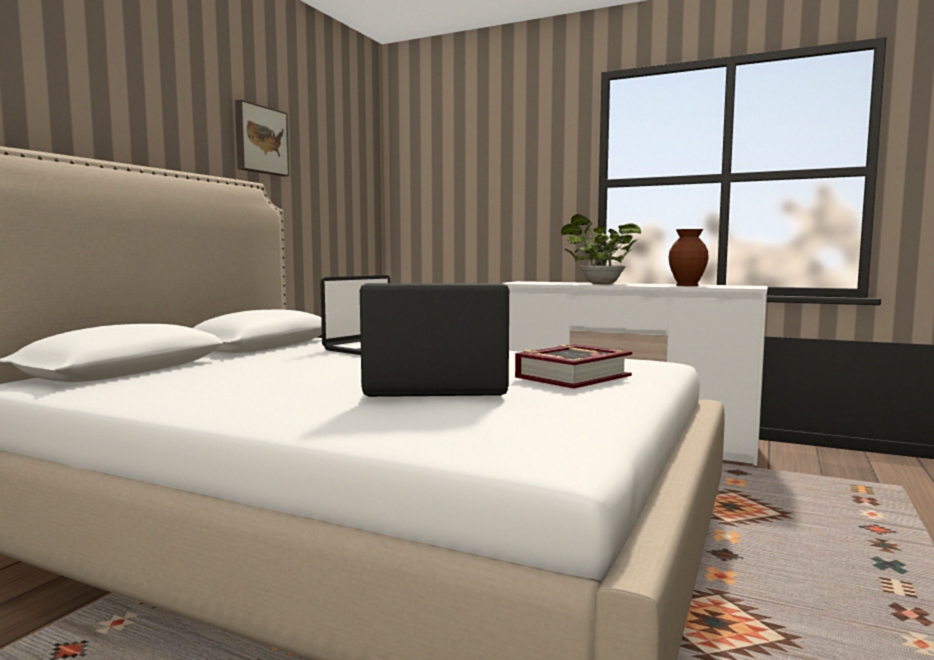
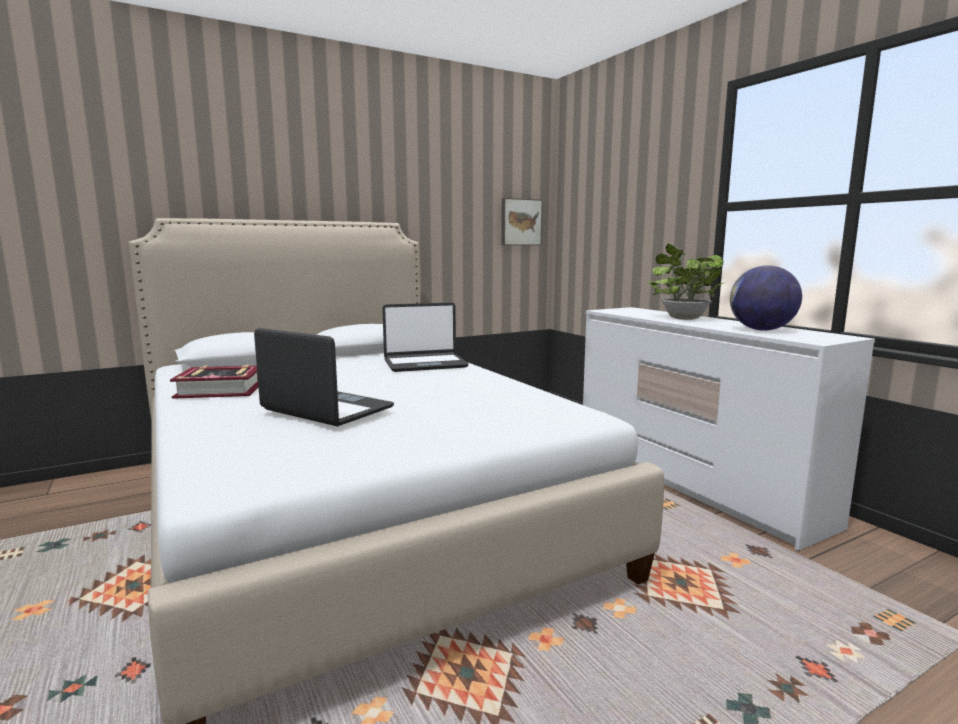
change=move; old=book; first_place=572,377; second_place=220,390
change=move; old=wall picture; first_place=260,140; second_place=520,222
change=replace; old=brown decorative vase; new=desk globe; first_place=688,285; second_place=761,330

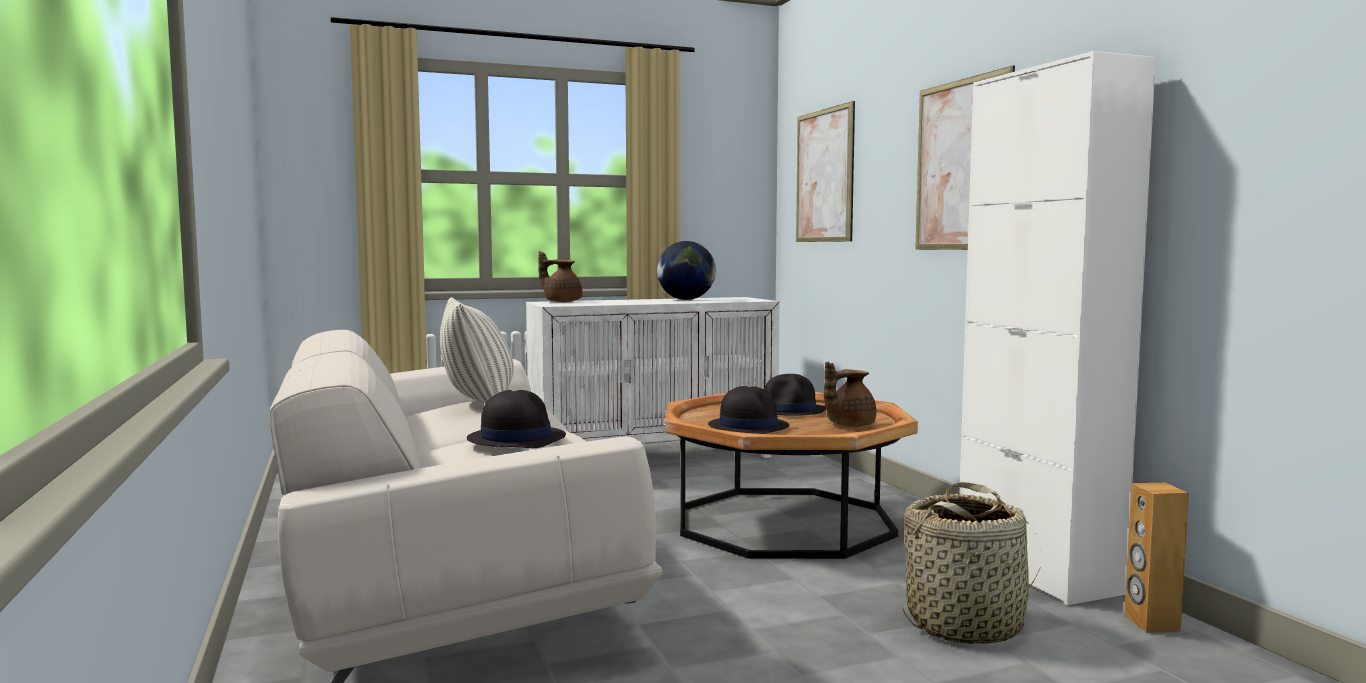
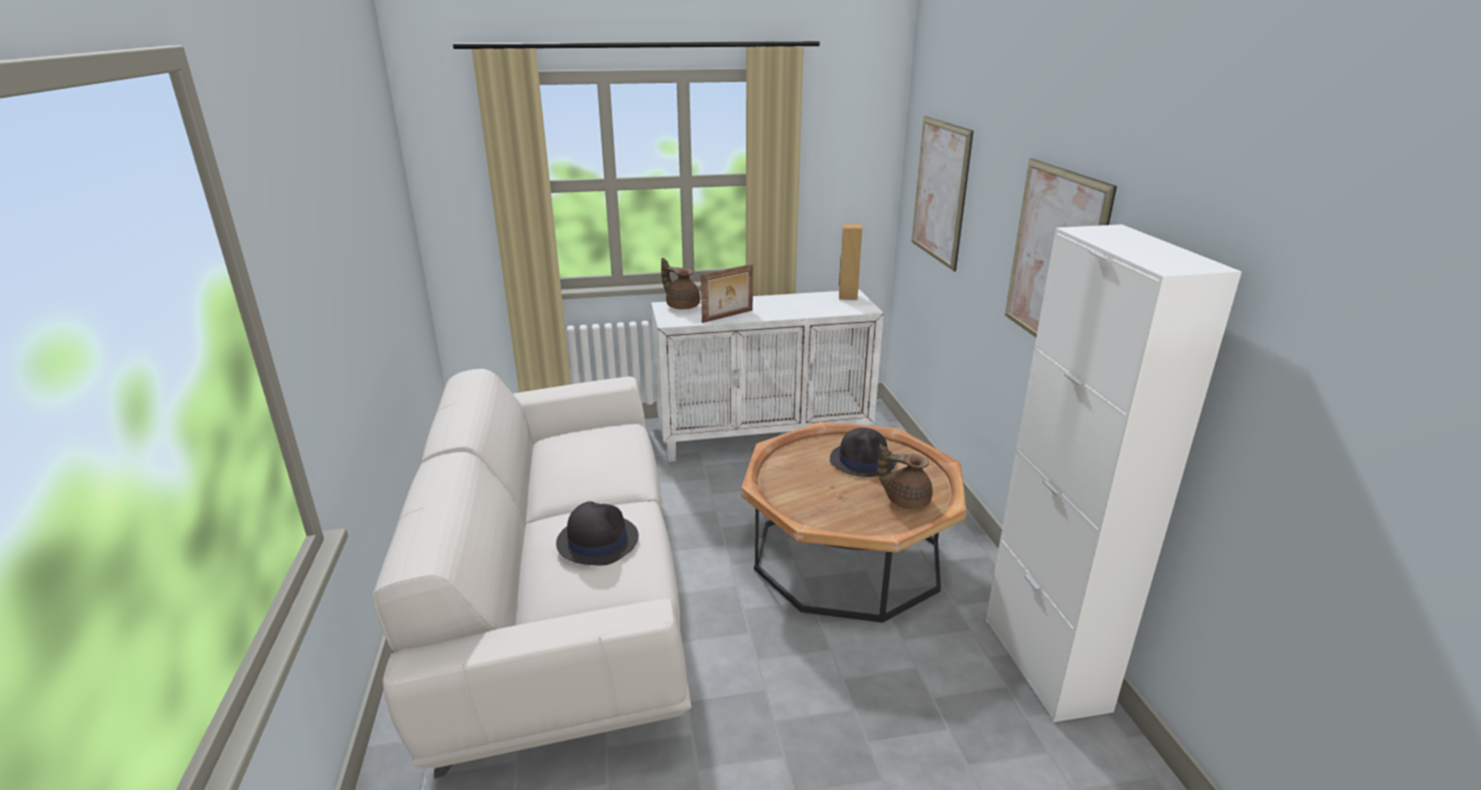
change=insert; new=picture frame; second_place=728,316
change=move; old=brown audio speaker; first_place=1151,623; second_place=847,296
change=rotate; old=brown tea pot; first_place=848,425; second_place=905,500; degrees=45
change=delete; old=pillow; first_place=478,404
change=delete; old=desk globe; first_place=686,299
change=delete; old=black wearable hat; first_place=748,426
change=delete; old=basket; first_place=965,624

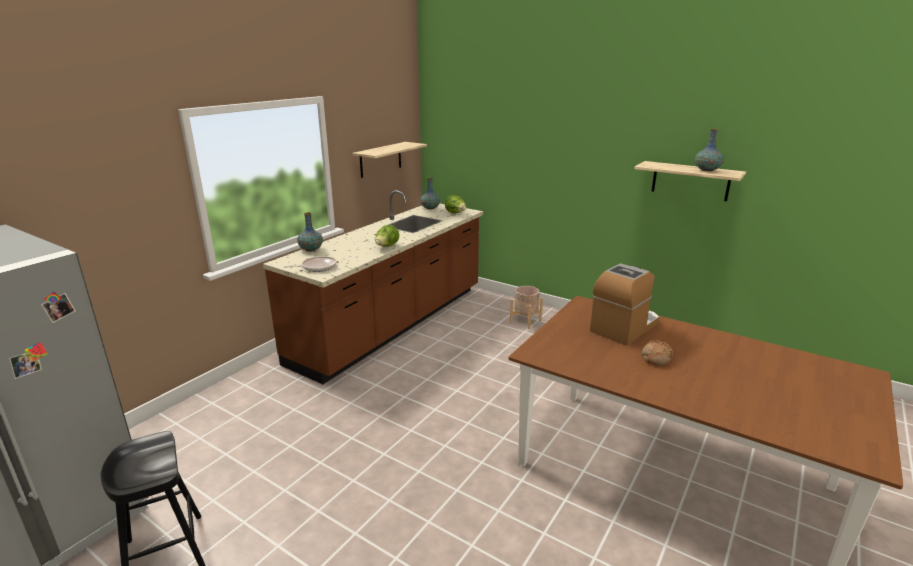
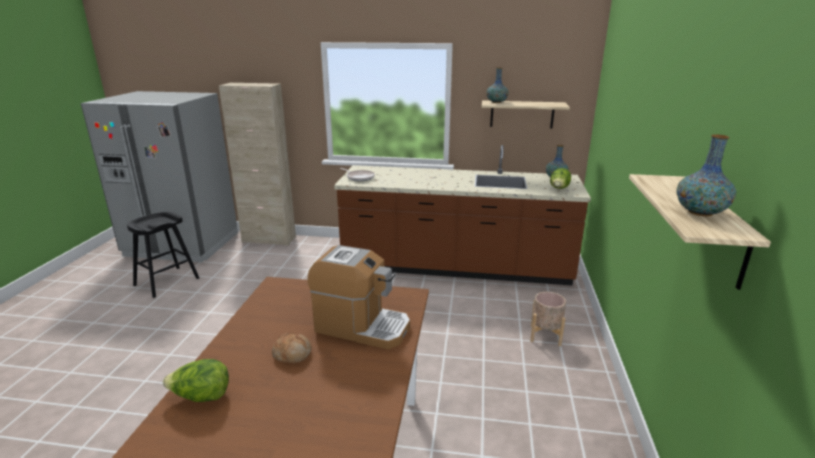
change=move; old=lettuce head; first_place=386,247; second_place=201,397
change=insert; new=beige-coloured storage cabinet; second_place=269,239
change=move; old=decorative vase; first_place=311,249; second_place=496,102

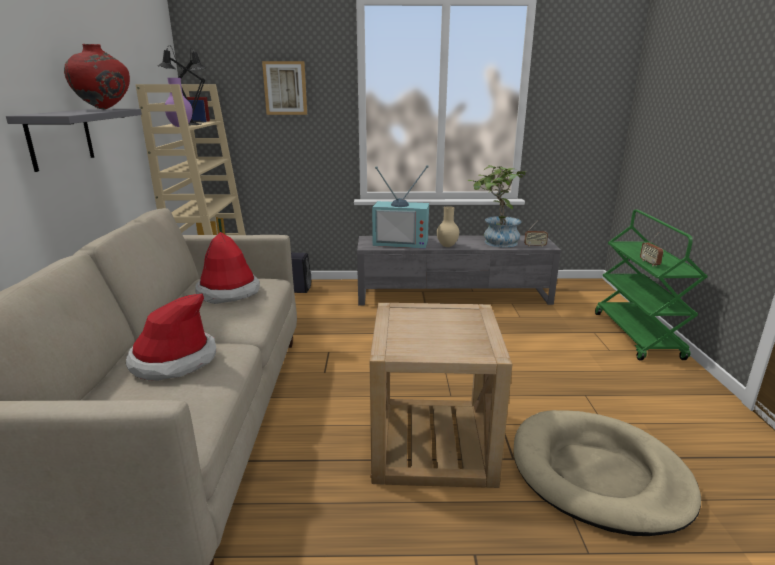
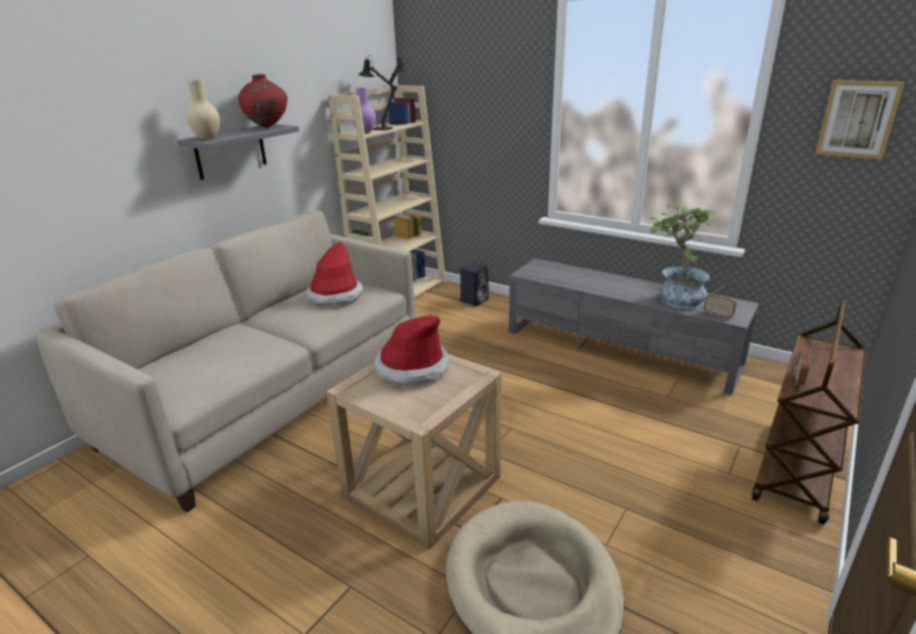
change=move; old=beige-coloured decorative vase; first_place=447,246; second_place=206,139
change=move; old=wearable hat; first_place=173,360; second_place=412,368
change=recolor; old=greenish trolley; new=brown trolley; first_place=637,336; second_place=797,470
change=move; old=wall picture; first_place=285,88; second_place=857,119
change=delete; old=television; first_place=402,242

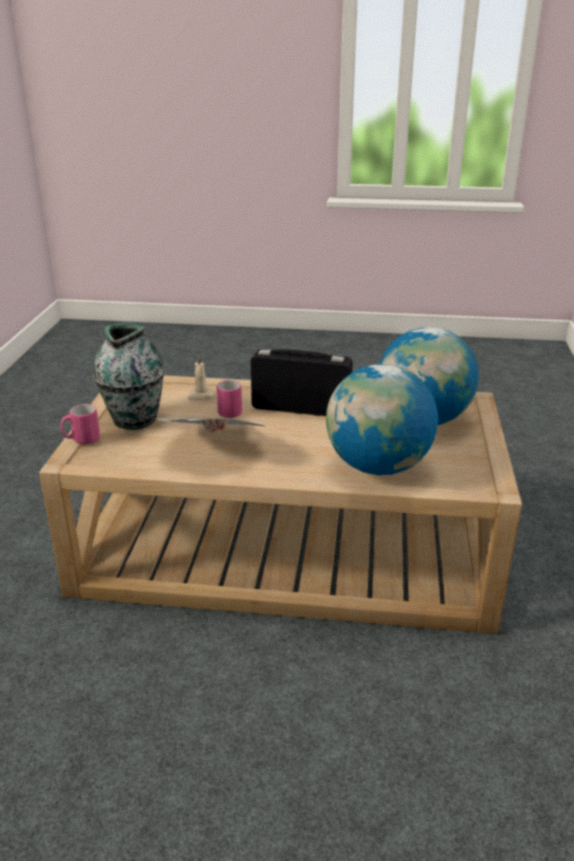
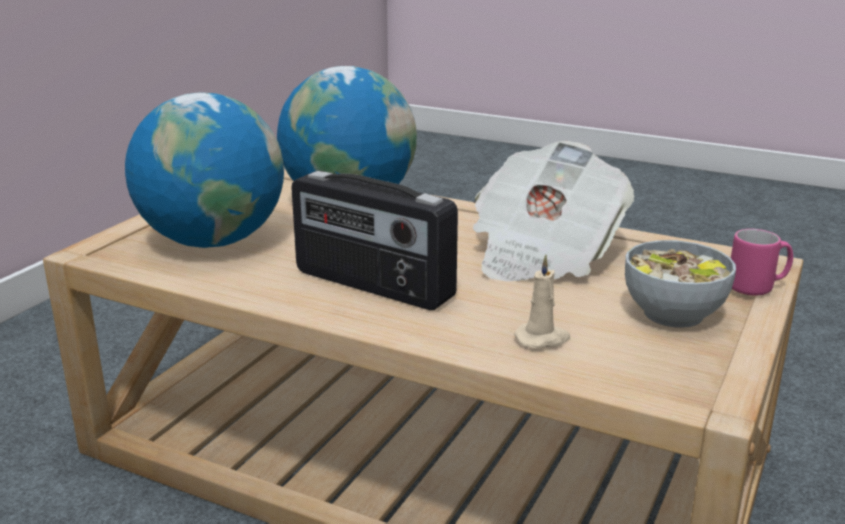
change=replace; old=decorative vase; new=bowl; first_place=135,419; second_place=673,313
change=delete; old=pink coffee mug; first_place=230,411

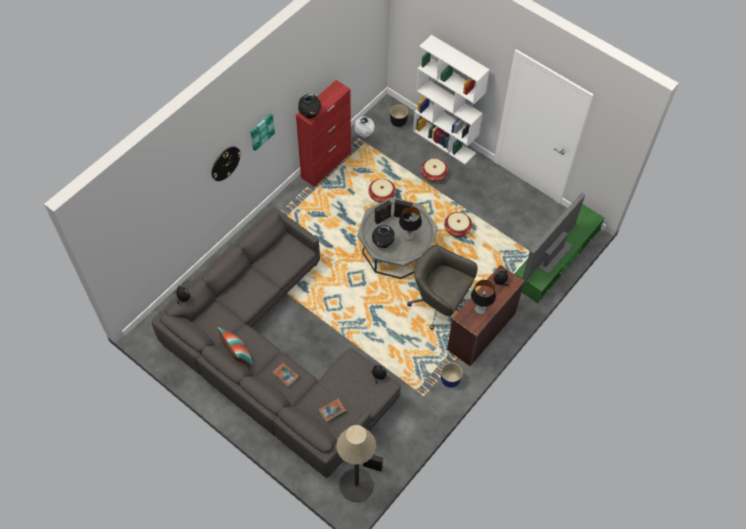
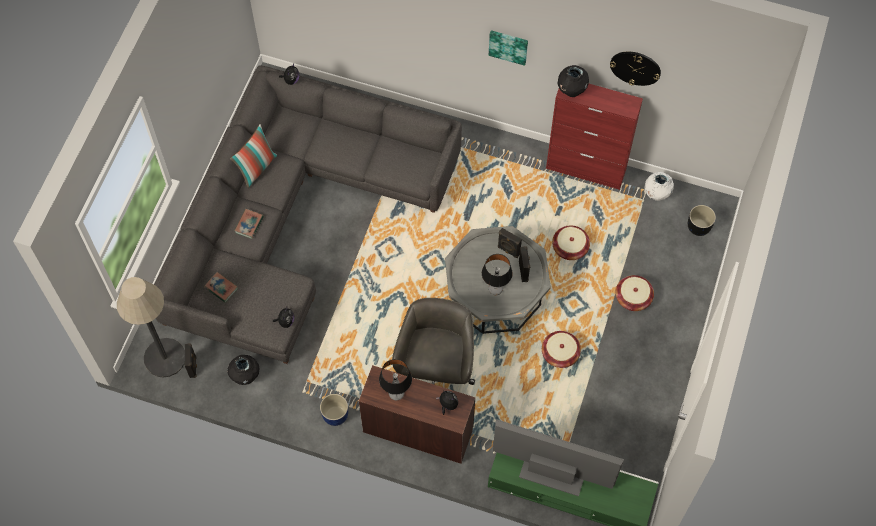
change=move; old=black decorative vase; first_place=383,243; second_place=245,376
change=move; old=hanging clock; first_place=225,163; second_place=635,67
change=delete; old=white bookshelf; first_place=444,142

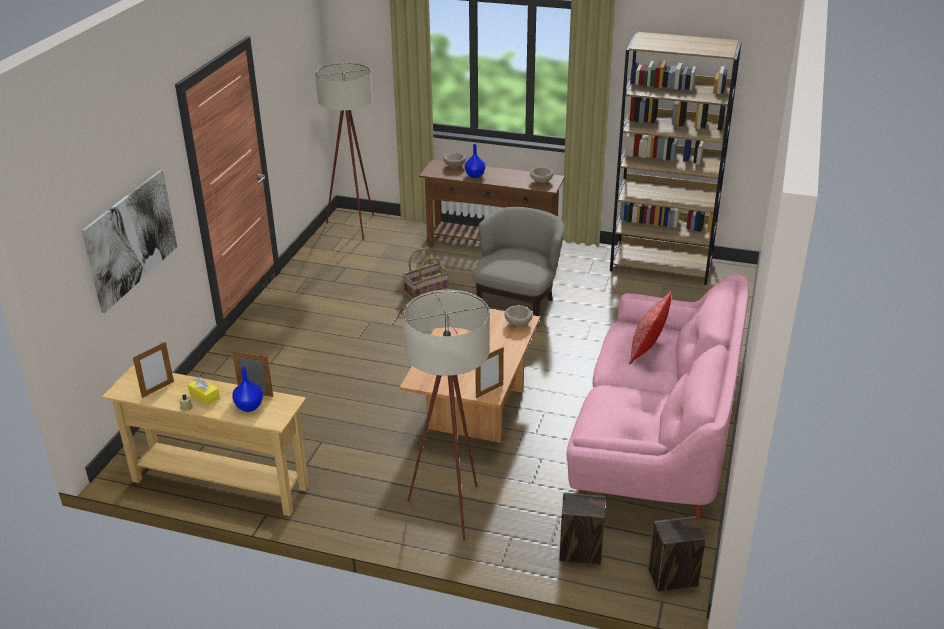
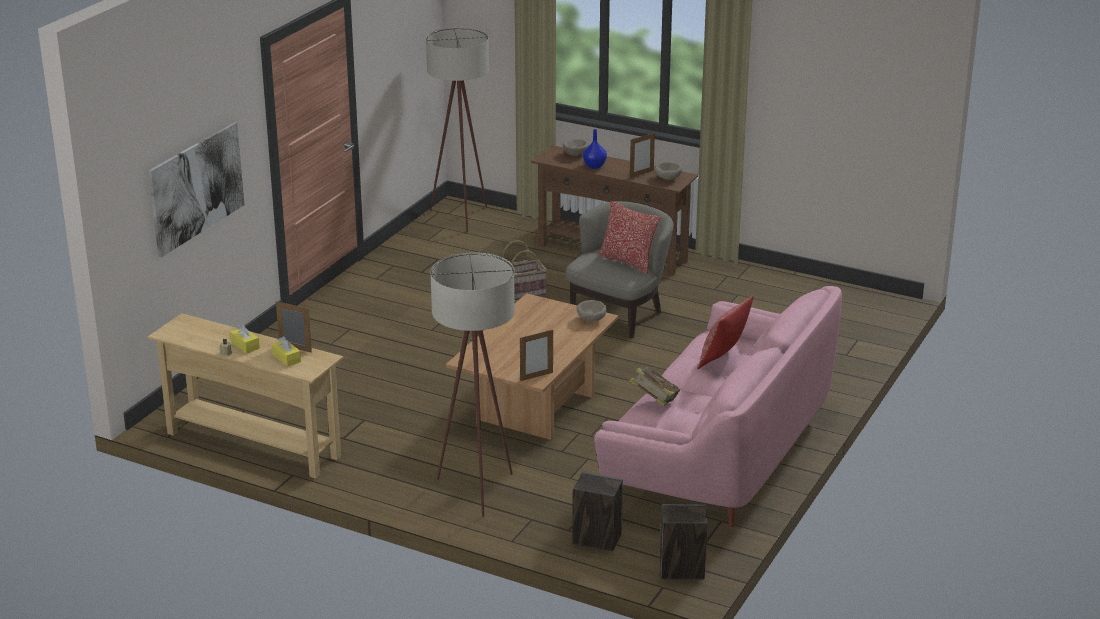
change=replace; old=blue-coloured decorative vase; new=yellow-coloured tissue holder; first_place=250,407; second_place=286,358
change=insert; new=pillow; second_place=628,262
change=insert; new=book; second_place=654,402
change=move; old=picture frame; first_place=158,389; second_place=641,174
change=delete; old=brown bookshelf; first_place=661,265

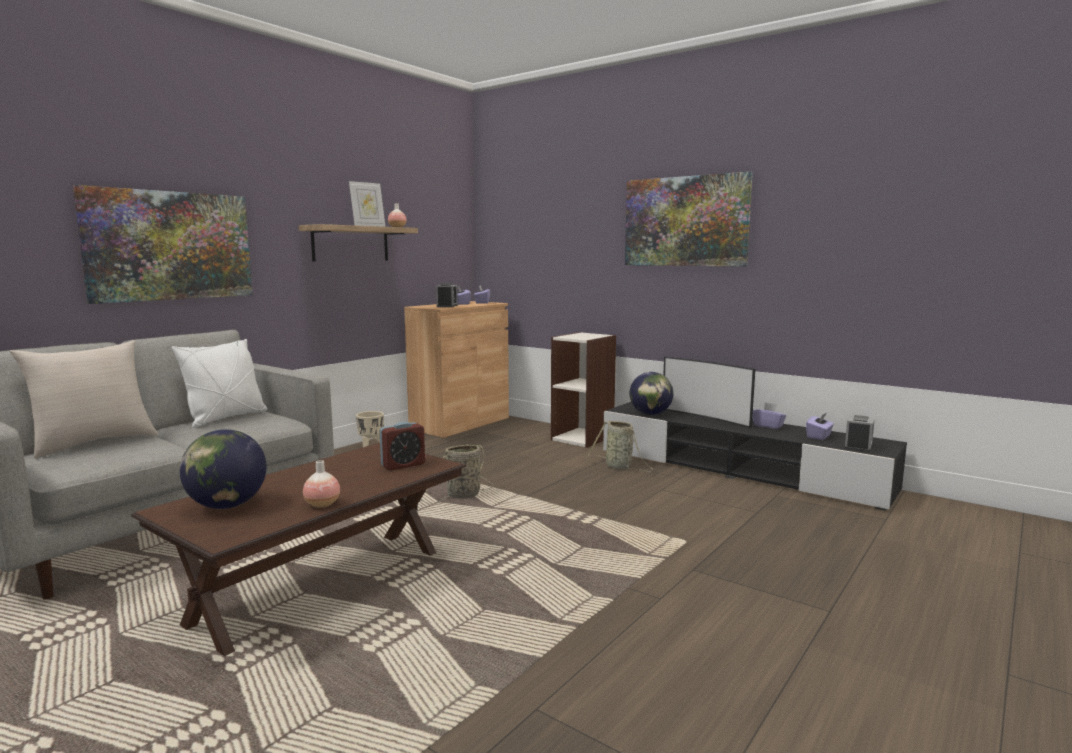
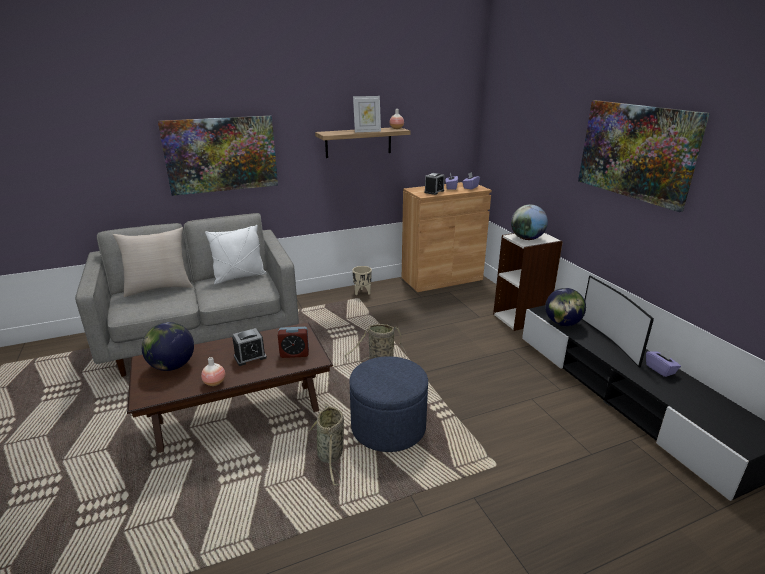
change=move; old=table clock; first_place=858,446; second_place=250,357
change=move; old=basket; first_place=620,467; second_place=330,456
change=insert; new=blue-coloured pouffe; second_place=388,427
change=insert; new=desk globe; second_place=526,239
change=delete; old=purple-coloured tissue holder; first_place=819,436

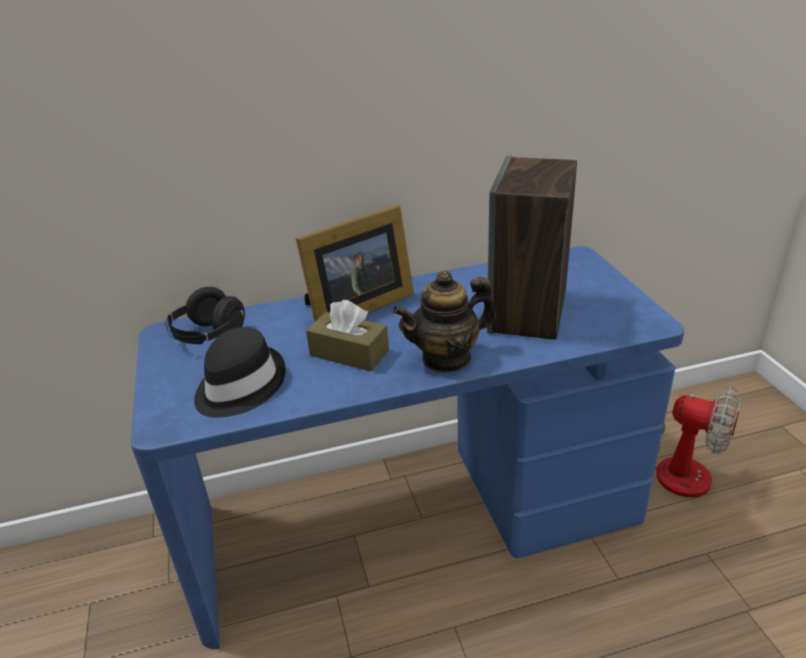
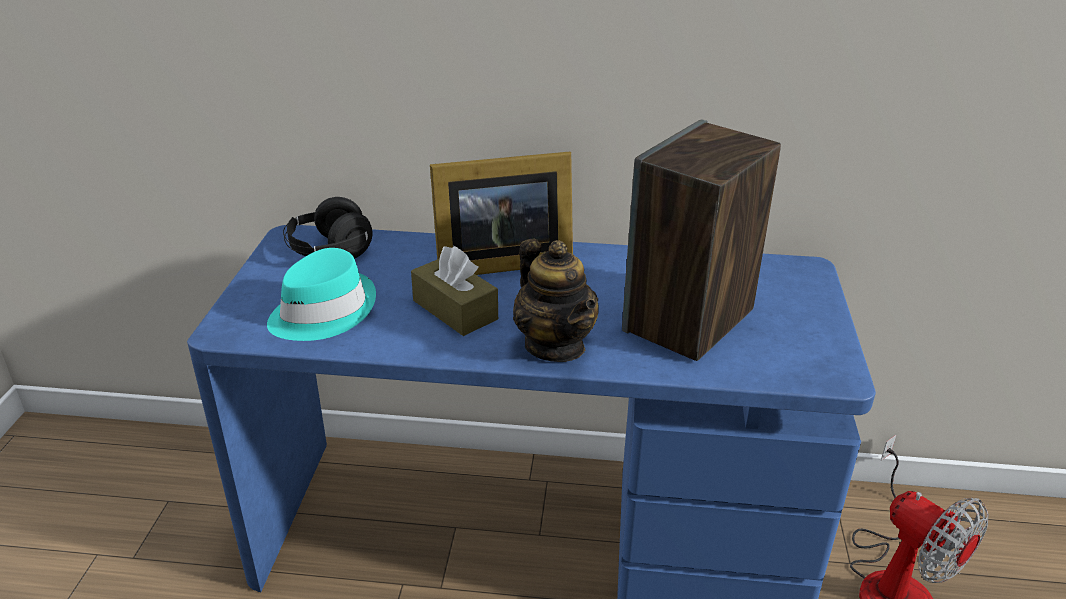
change=recolor; old=black wearable hat; new=turquoise wearable hat; first_place=239,385; second_place=322,311
change=rotate; old=tea pot; first_place=446,358; second_place=555,345; degrees=-120

